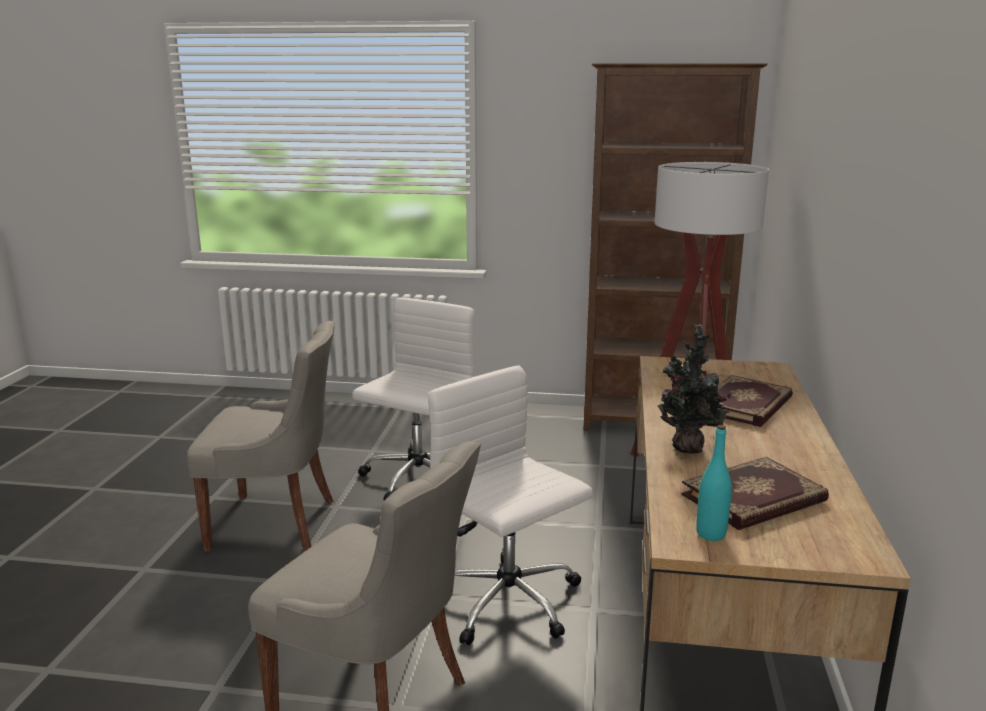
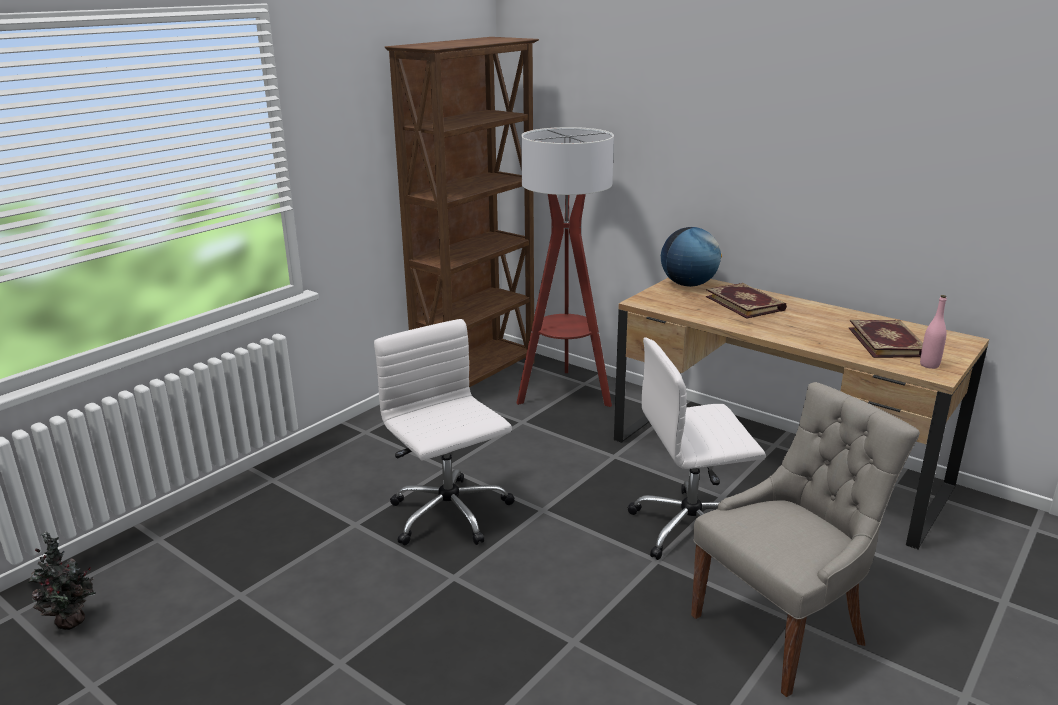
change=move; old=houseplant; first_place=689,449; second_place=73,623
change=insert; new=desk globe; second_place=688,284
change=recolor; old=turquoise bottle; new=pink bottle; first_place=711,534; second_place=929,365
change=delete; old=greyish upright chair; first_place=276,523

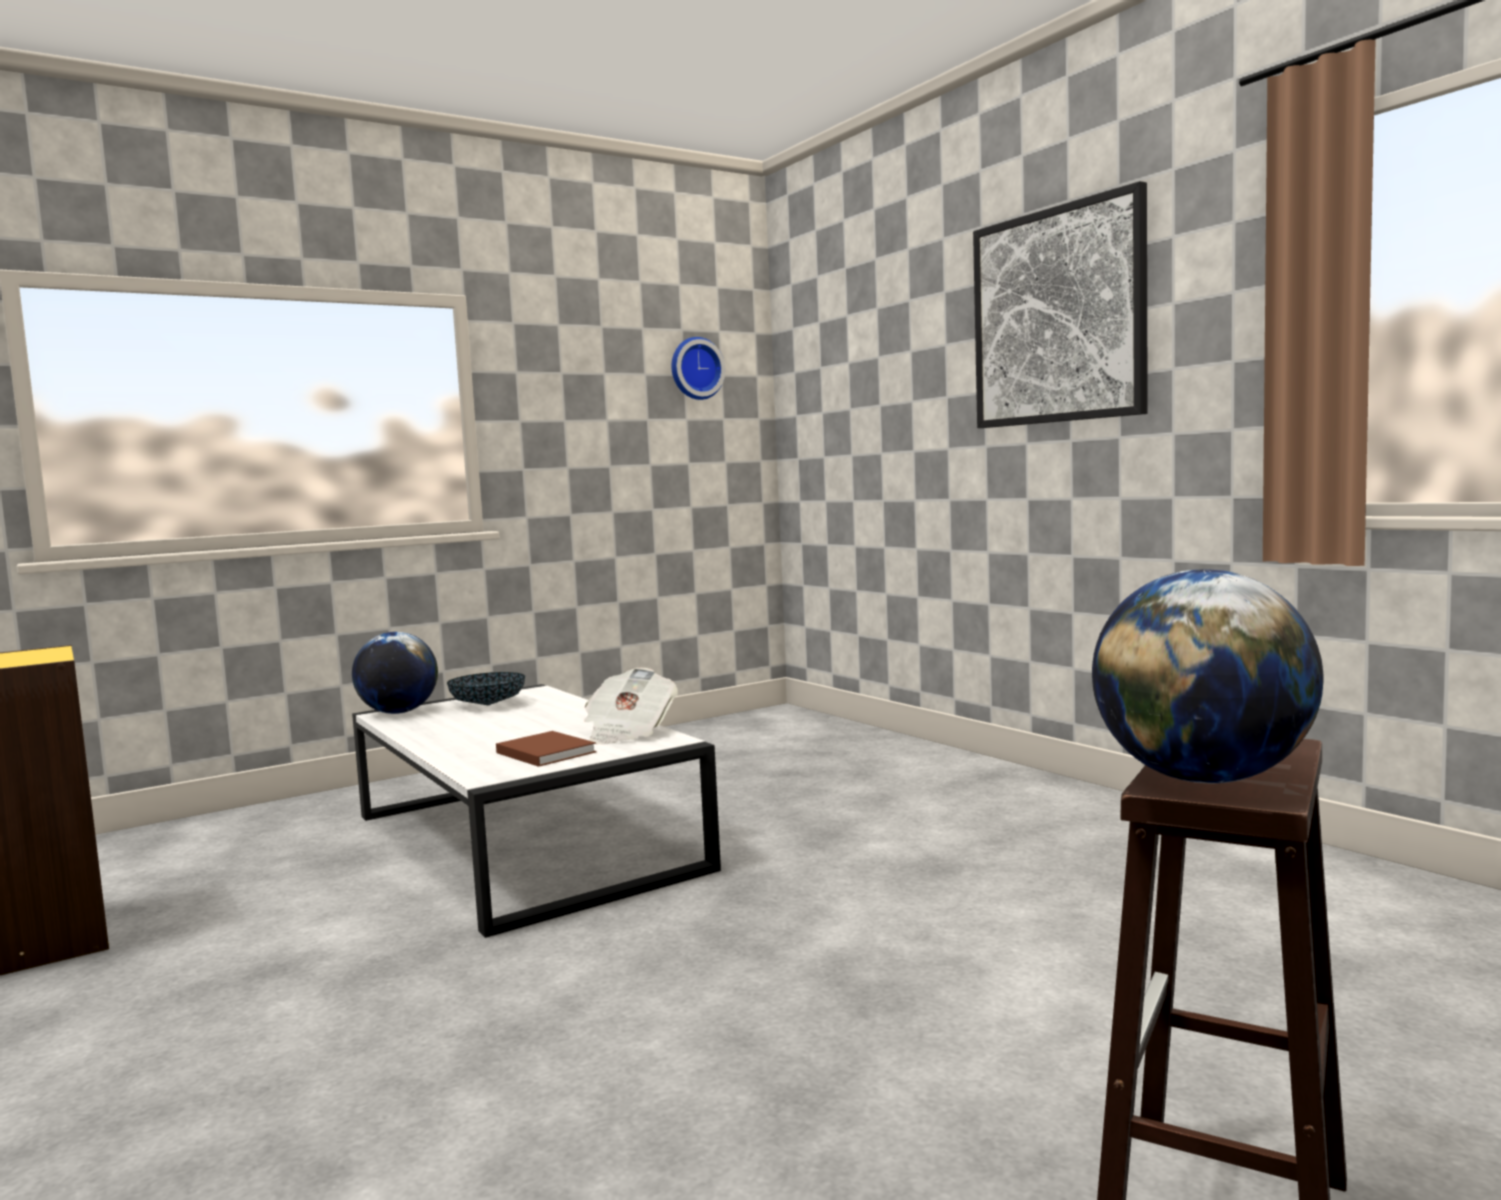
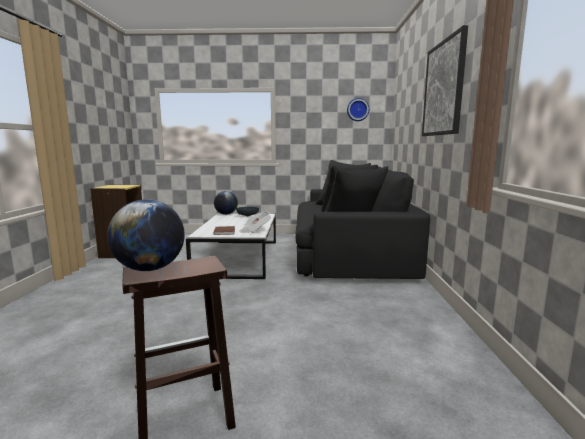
change=insert; new=black settee; second_place=349,254

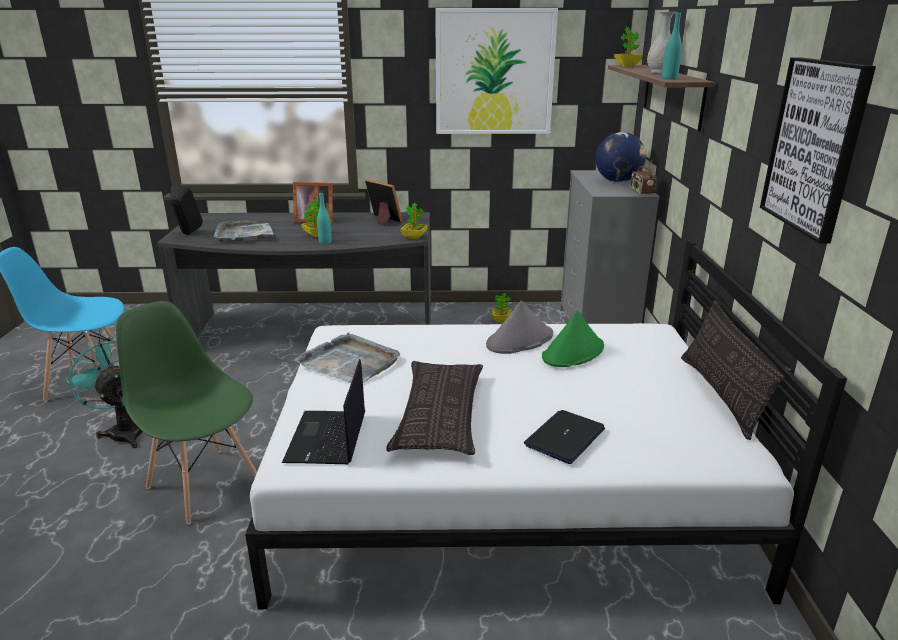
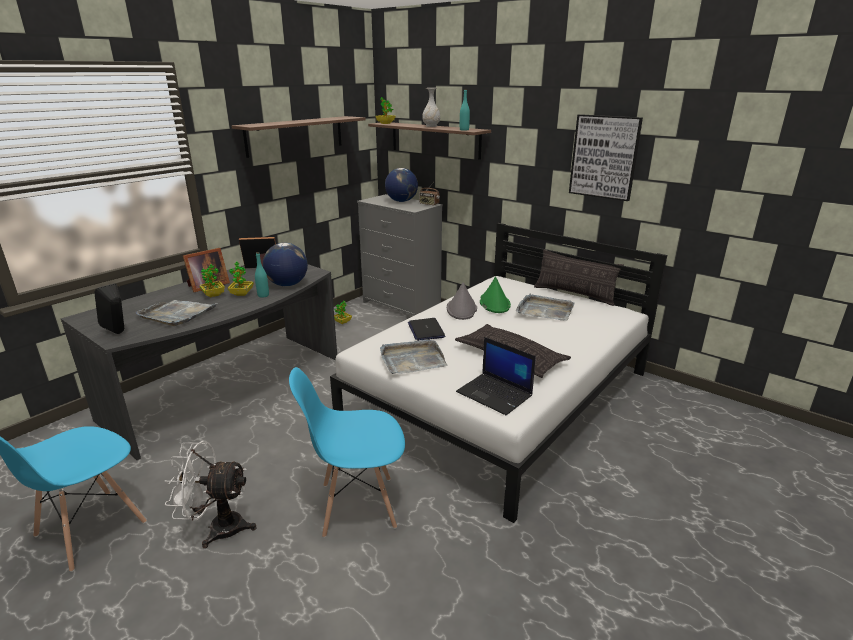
change=recolor; old=turquoise fan; new=white fan; first_place=124,430; second_place=218,528
change=move; old=houseplant; first_place=414,237; second_place=213,295
change=replace; old=wall picture; new=shelf; first_place=494,72; second_place=295,135
change=insert; new=desk globe; second_place=287,284
change=recolor; old=greenish upright chair; new=blue-coloured upright chair; first_place=204,484; second_place=357,505
change=move; old=notebook computer; first_place=565,437; second_place=426,330
change=insert; new=greyish carrying tray; second_place=544,310

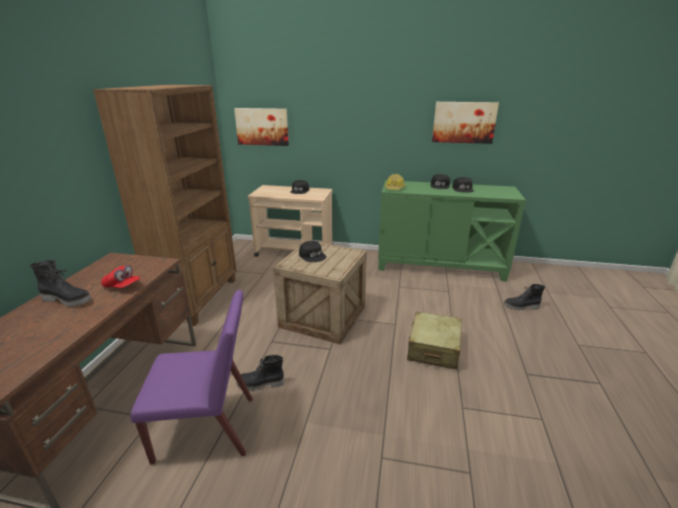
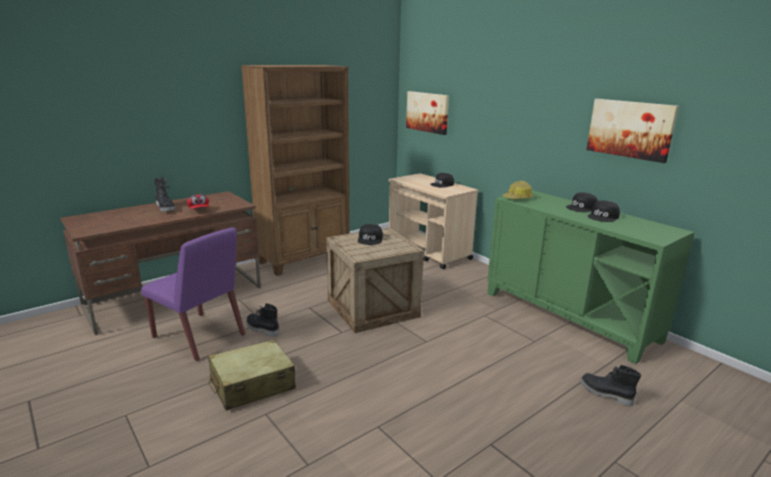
change=move; old=beige-coloured travel case; first_place=433,348; second_place=252,385

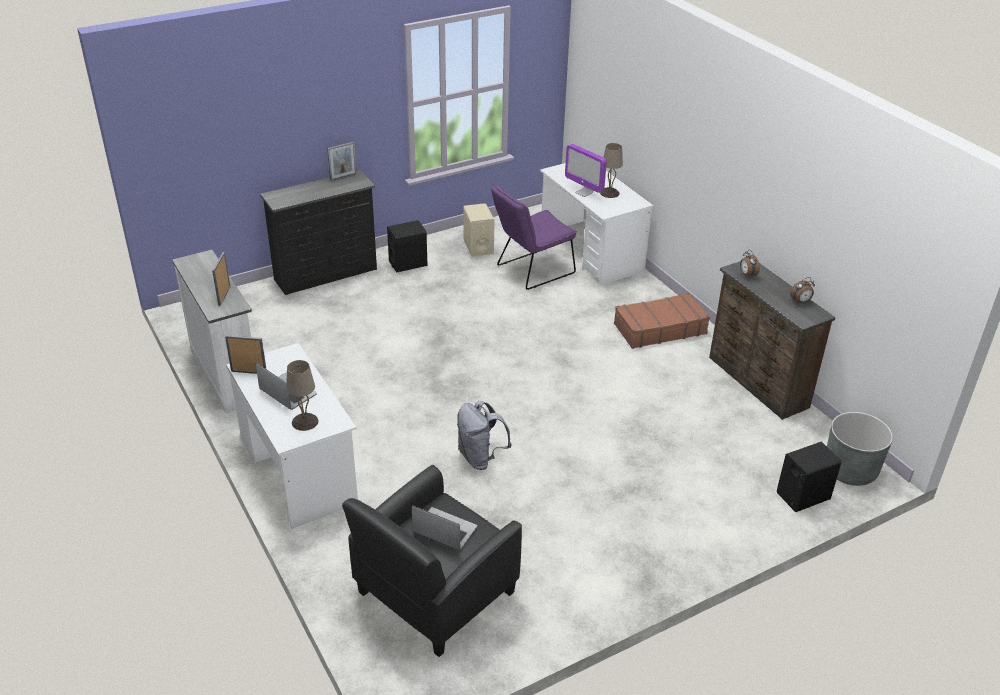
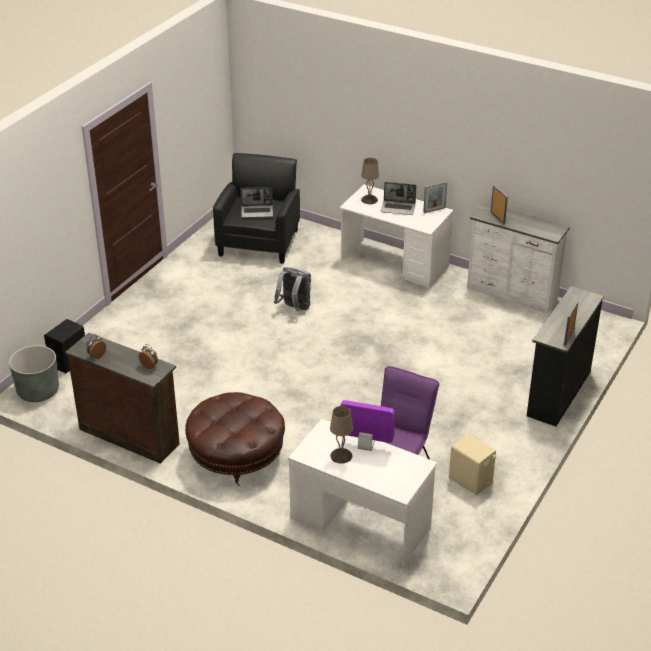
change=replace; old=brown travel case; new=brown pouffe; first_place=659,328; second_place=236,456
change=delete; old=black audio speaker; first_place=408,263

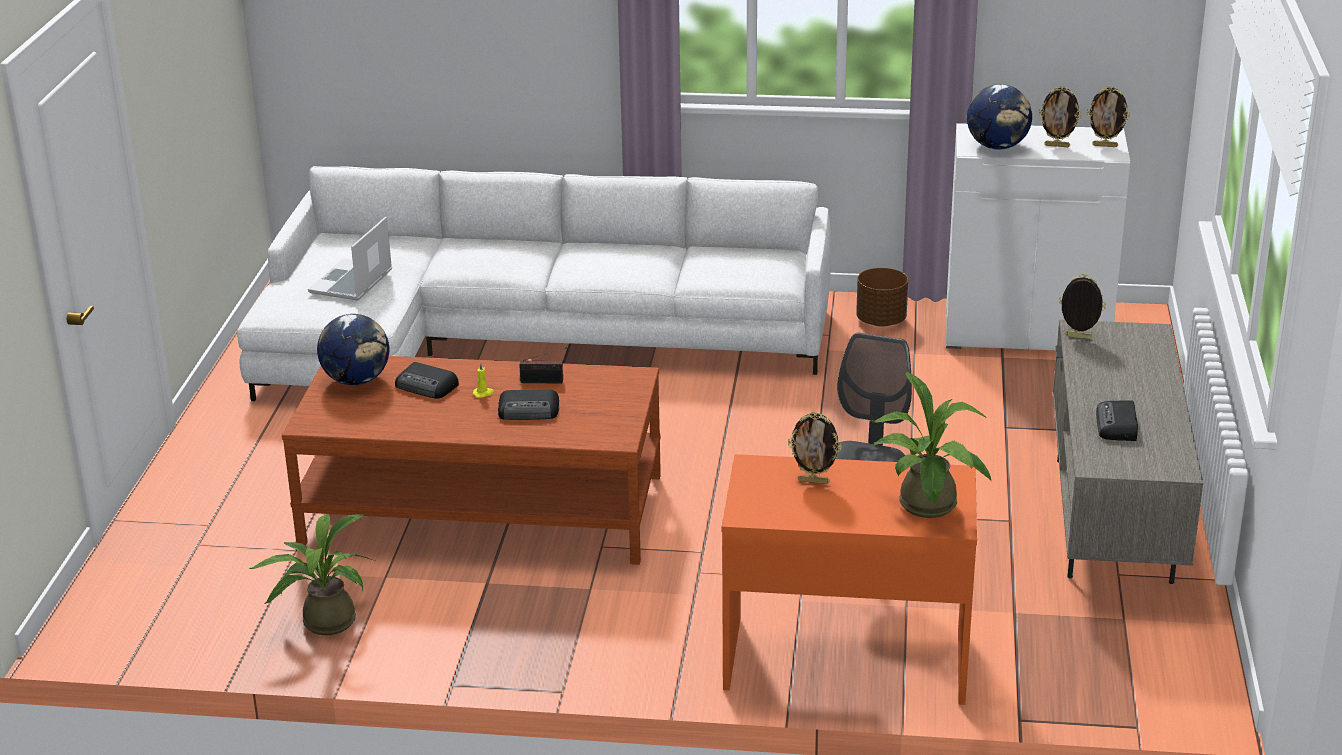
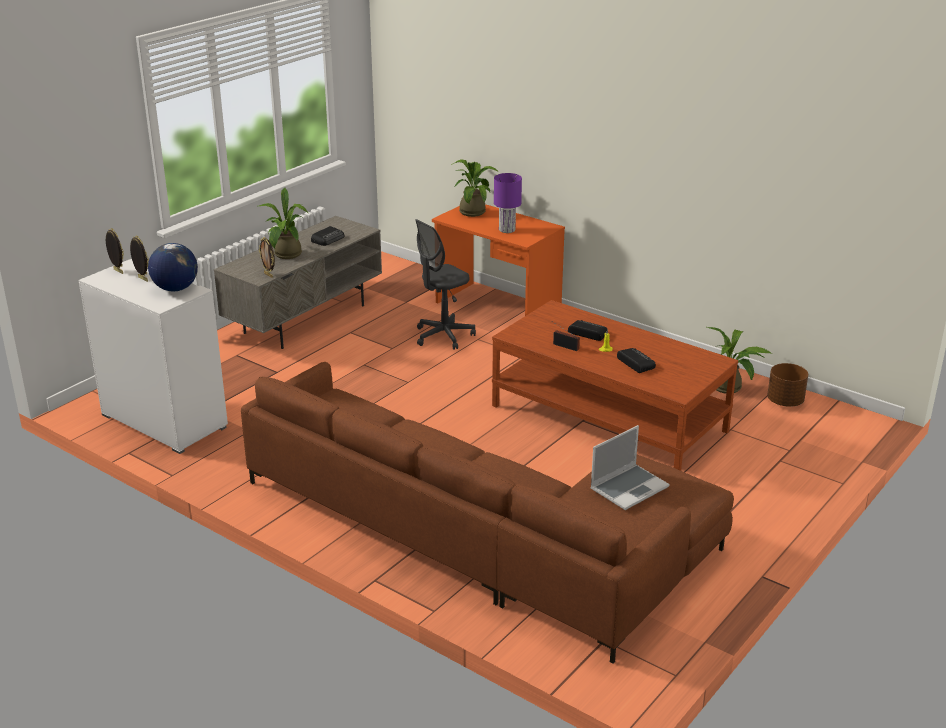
change=recolor; old=white settee; new=brown settee; first_place=523,339; second_place=484,535
change=insert; new=houseplant; second_place=286,256
change=replace; old=picture frame; new=purple-coloured lamp for a table; first_place=814,481; second_place=506,230
change=move; old=brown planter; first_place=881,321; second_place=784,402
change=delete; old=desk globe; first_place=357,380

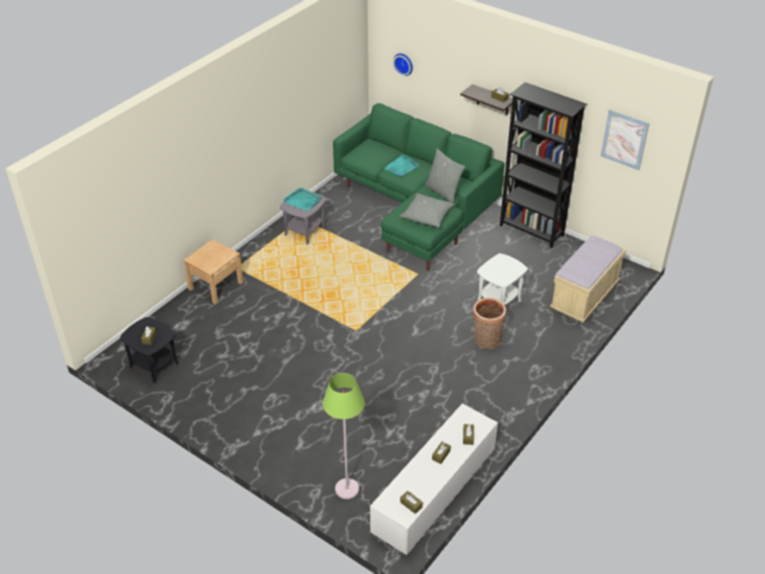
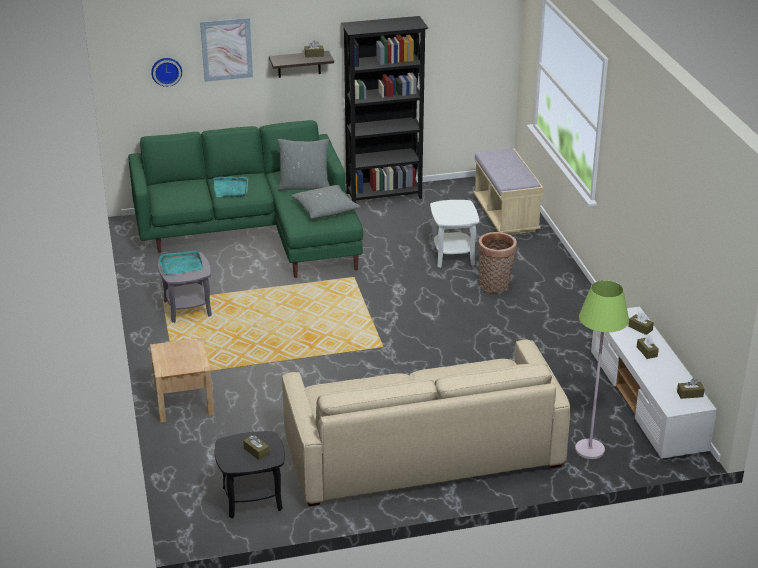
change=move; old=wall picture; first_place=624,139; second_place=226,49
change=insert; new=beige-coloured settee; second_place=422,452

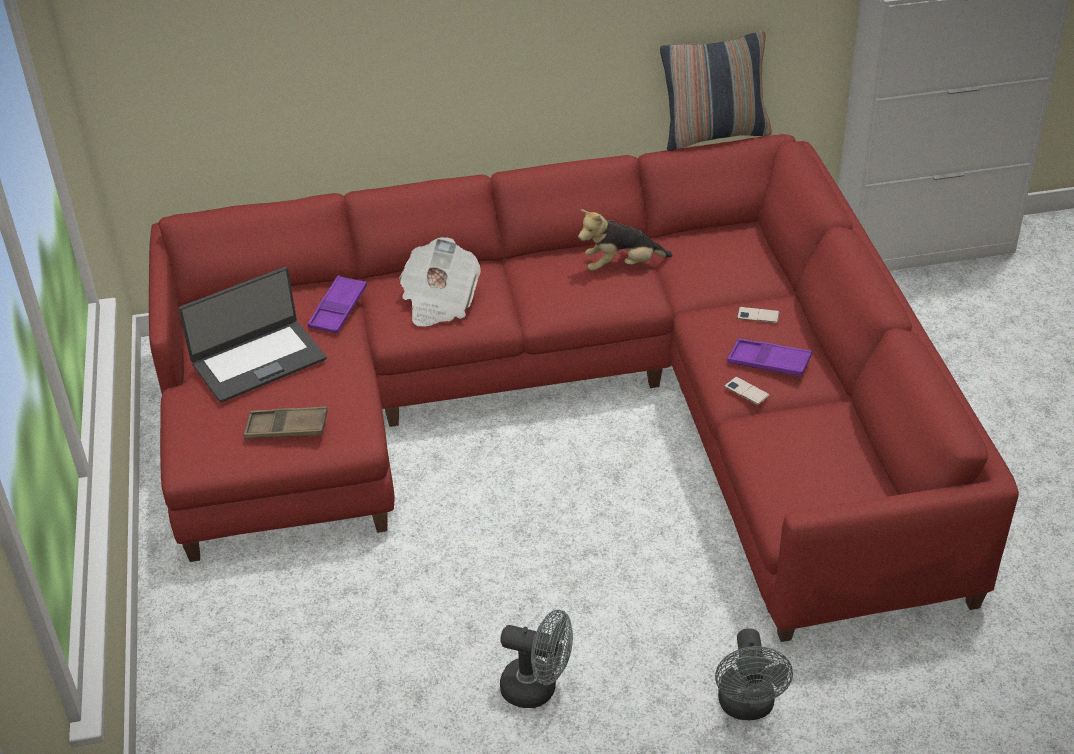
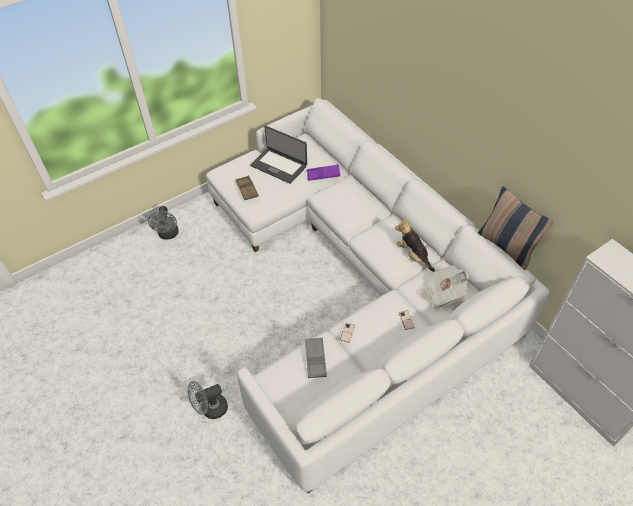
change=move; old=greyish fan; first_place=538,688; second_place=168,235
change=recolor; old=red settee; new=white settee; first_place=569,407; second_place=357,283
change=insert; new=greyish carrying tray; second_place=315,359
change=move; old=newspaper; first_place=439,301; second_place=441,293
change=delete; old=purple-coloured carrying tray; first_place=768,362

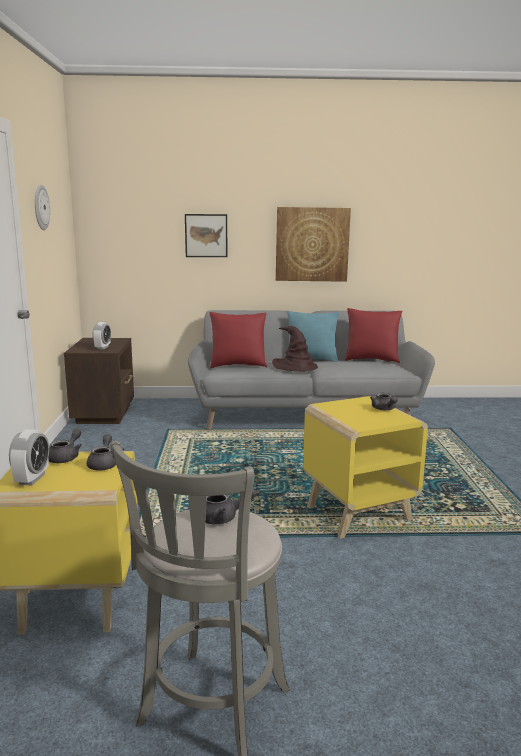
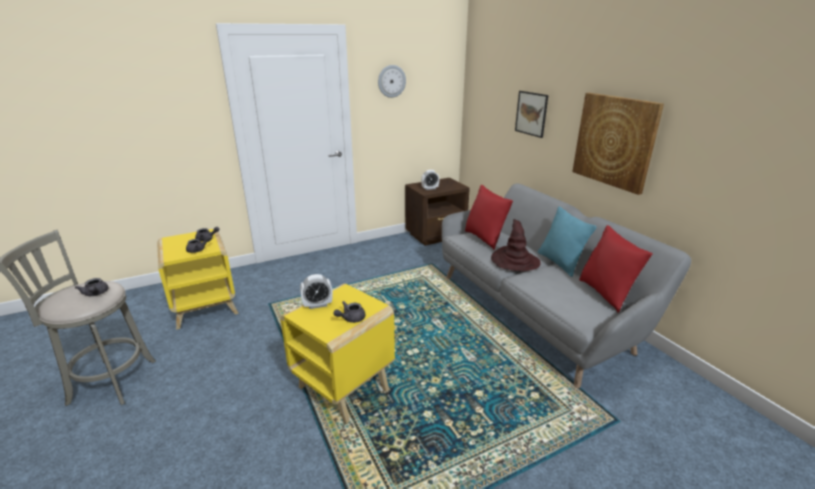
change=move; old=table clock; first_place=32,479; second_place=317,305

